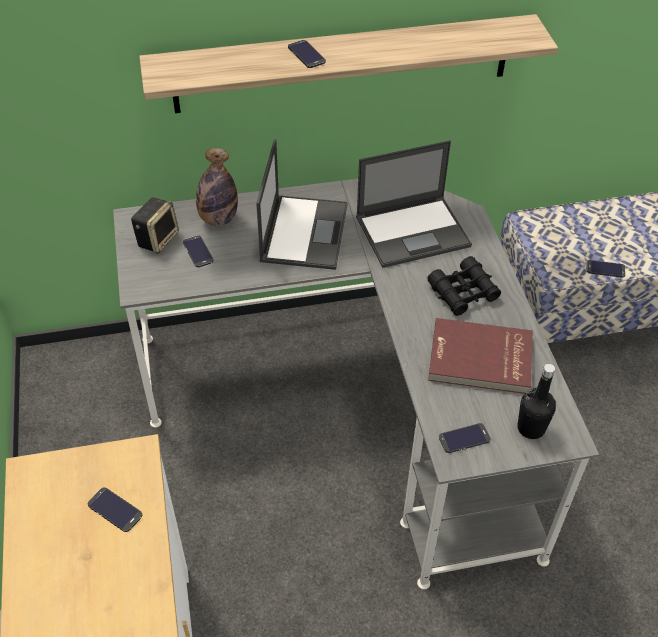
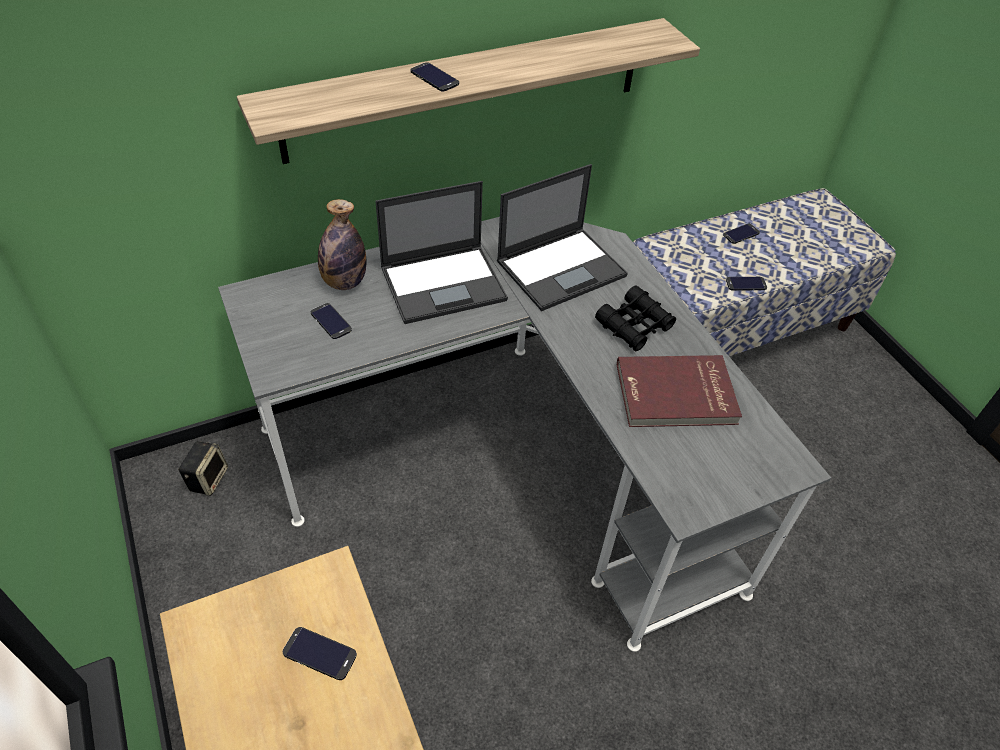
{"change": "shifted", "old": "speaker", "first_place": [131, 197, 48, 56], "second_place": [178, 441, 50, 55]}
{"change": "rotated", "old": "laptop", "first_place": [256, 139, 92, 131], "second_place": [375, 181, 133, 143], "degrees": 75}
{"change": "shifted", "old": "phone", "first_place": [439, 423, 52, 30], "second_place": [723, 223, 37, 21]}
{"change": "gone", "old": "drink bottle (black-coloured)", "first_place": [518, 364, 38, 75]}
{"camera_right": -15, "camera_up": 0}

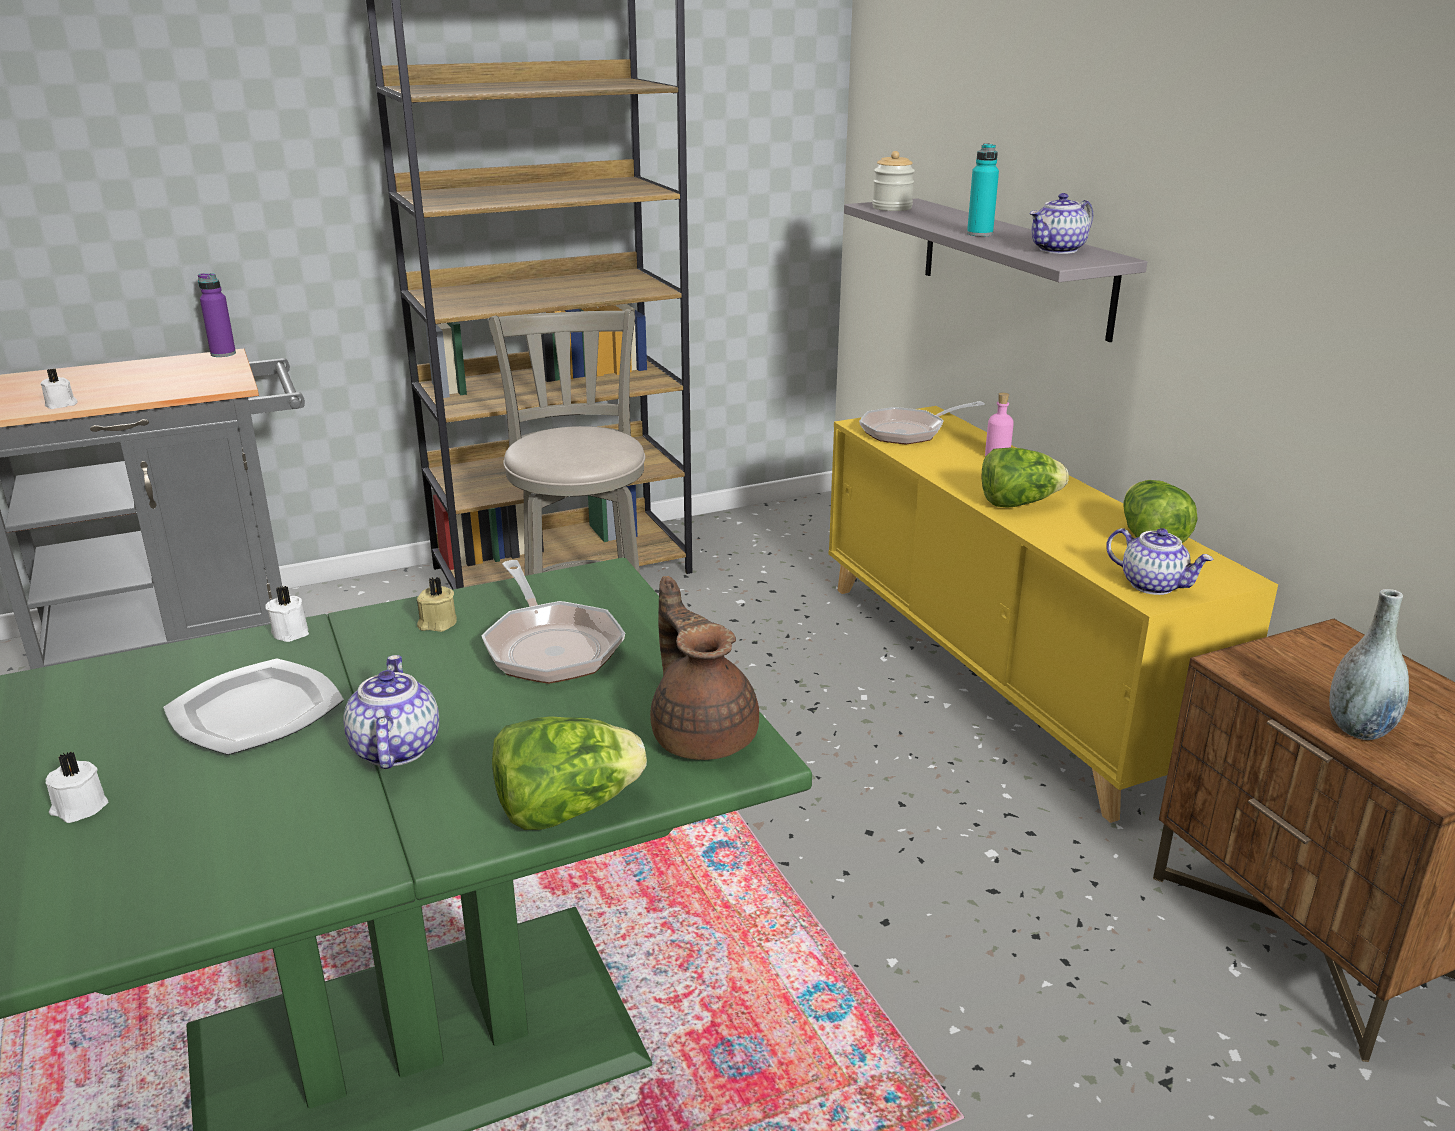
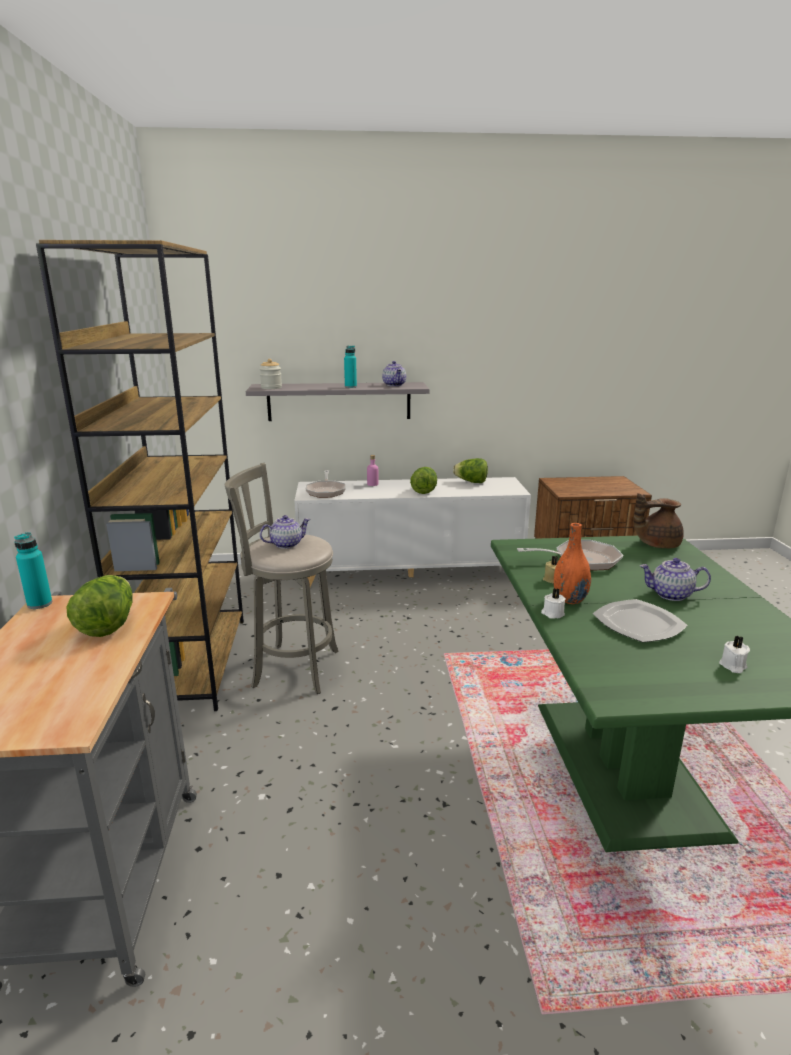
{"change": "gone", "old": "candle (whitish)", "first_place": [40, 368, 38, 41]}
{"change": "repainted", "old": "drink bottle (purple)", "new": "drink bottle (turquoise-coloured)", "first_place": [198, 273, 38, 84], "second_place": [14, 532, 38, 77]}
{"change": "shifted", "old": "lettuce head", "first_place": [492, 716, 155, 114], "second_place": [66, 575, 67, 62]}
{"change": "repainted", "old": "cupboard (yellow)", "new": "cupboard (whitish)", "first_place": [829, 406, 449, 417], "second_place": [294, 477, 237, 110]}
{"change": "shifted", "old": "tea pot", "first_place": [1106, 528, 107, 67], "second_place": [260, 515, 51, 34]}
{"change": "gone", "old": "vase (gray)", "first_place": [1329, 589, 80, 151]}
{"change": "new", "new": "vase (orangey)", "second_place": [554, 523, 37, 81]}
{"camera_right": -70, "camera_up": -5}

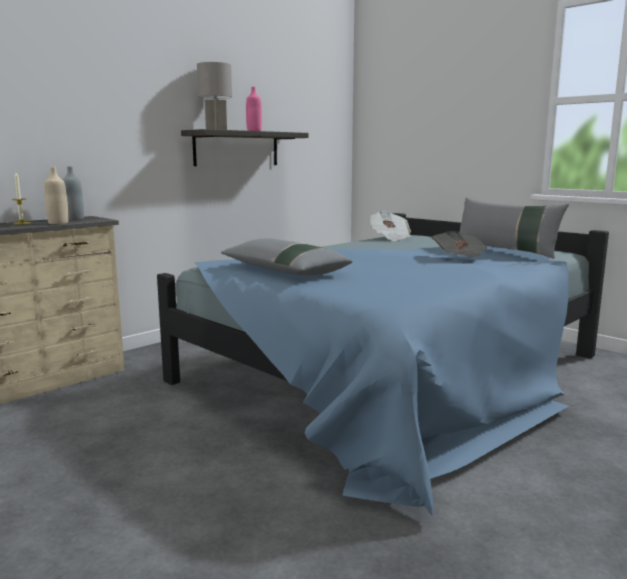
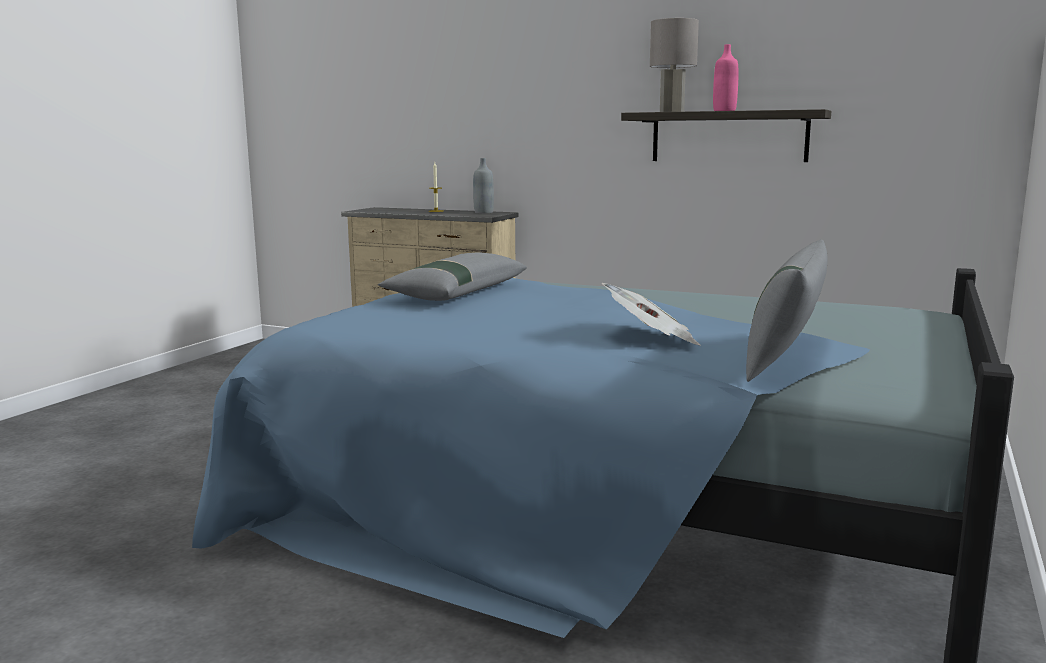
{"change": "gone", "old": "drink bottle (beige)", "first_place": [44, 167, 25, 57]}
{"change": "gone", "old": "daily paper", "first_place": [370, 211, 41, 30]}
{"camera_right": 70, "camera_up": 0}

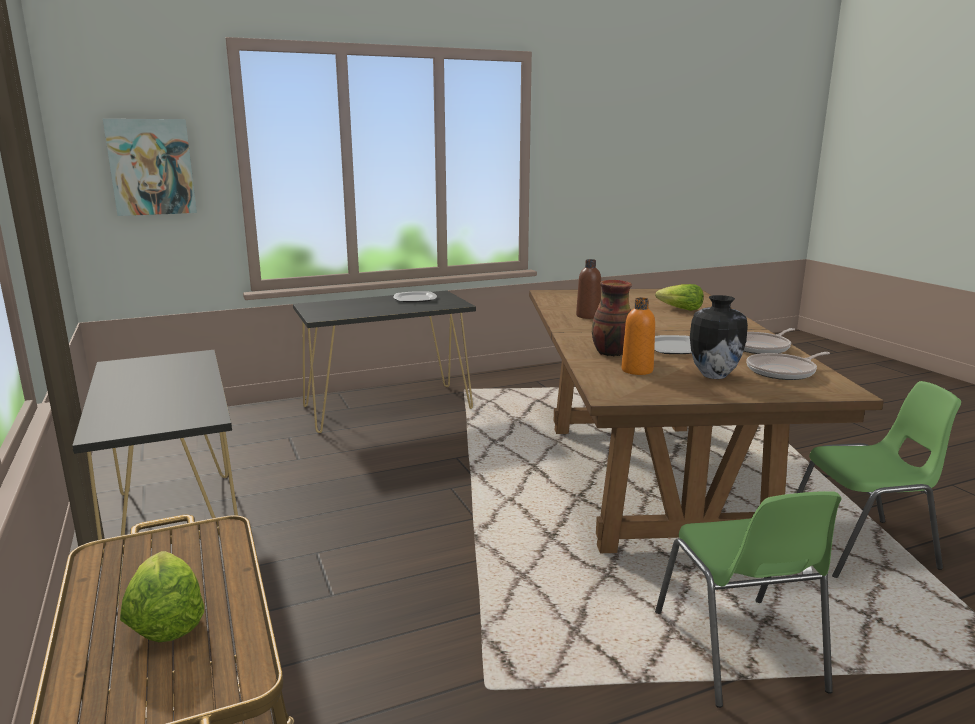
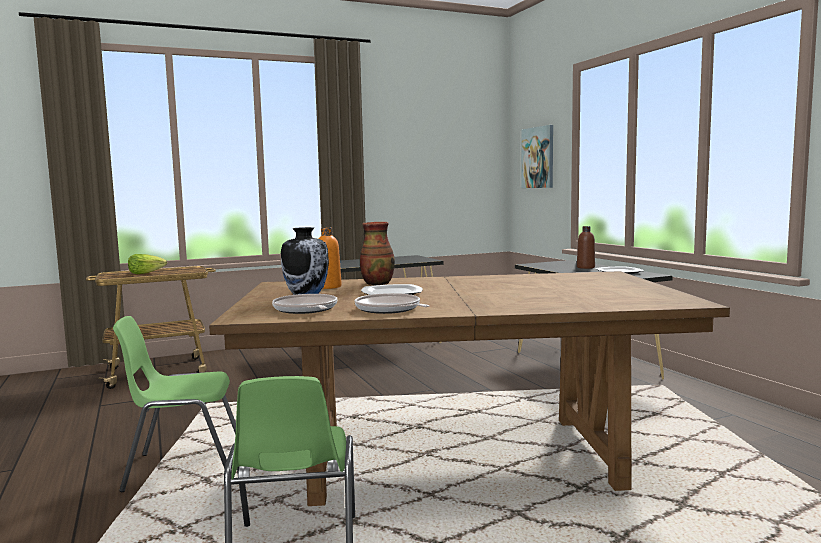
{"change": "shifted", "old": "drink bottle (brownish)", "first_place": [576, 259, 25, 60], "second_place": [577, 226, 18, 43]}
{"change": "gone", "old": "lettuce head", "first_place": [655, 284, 49, 27]}
{"camera_right": 90, "camera_up": -10}

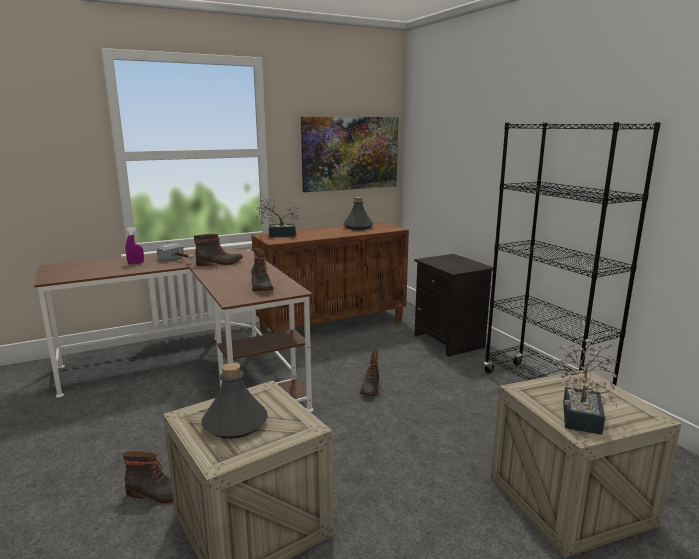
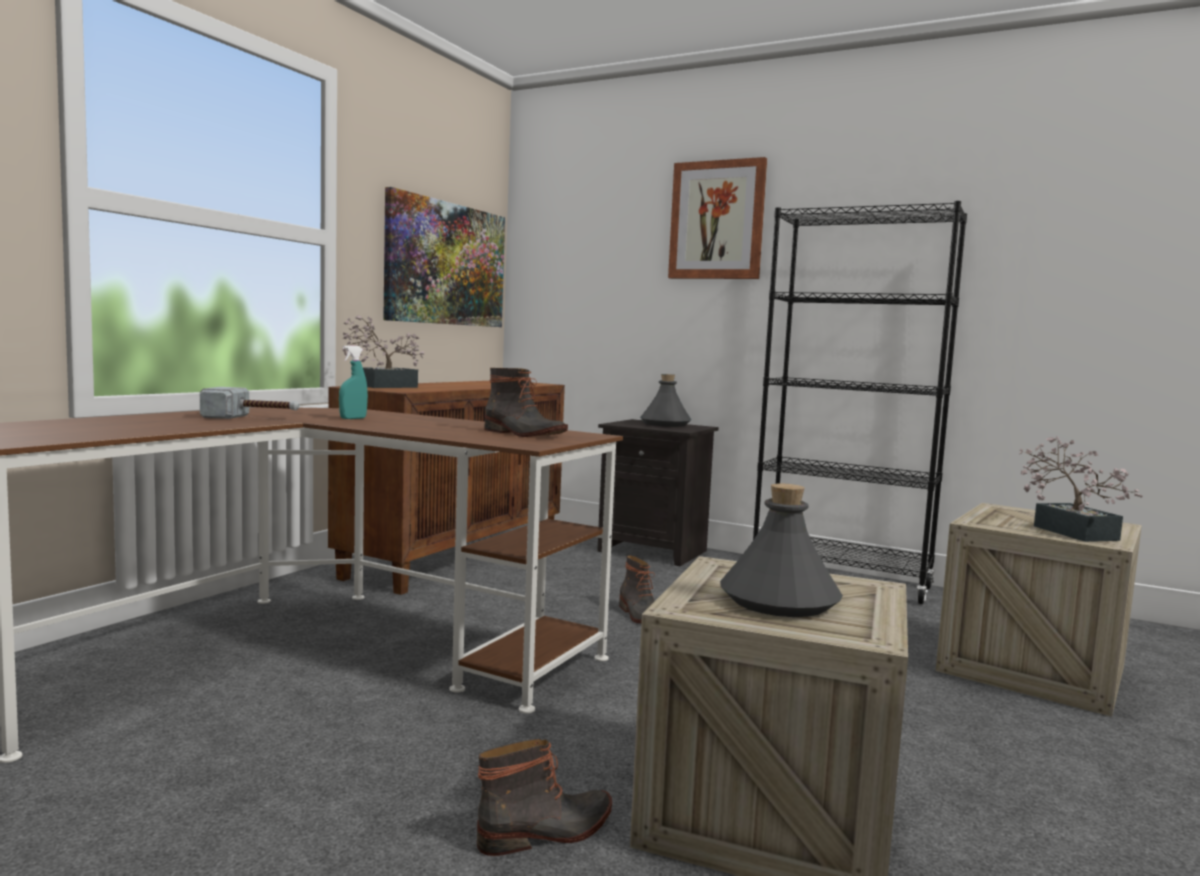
{"change": "gone", "old": "sprayer (purple)", "first_place": [126, 227, 18, 37]}
{"change": "swapped", "old": "tall boot", "new": "sprayer (turquoise-coloured)", "first_place": [194, 234, 49, 32], "second_place": [339, 345, 29, 74]}
{"change": "shifted", "old": "drink bottle (gray)", "first_place": [343, 197, 30, 33], "second_place": [640, 374, 51, 53]}
{"change": "new", "new": "picture", "second_place": [668, 157, 99, 122]}
{"camera_right": -35, "camera_up": -10}

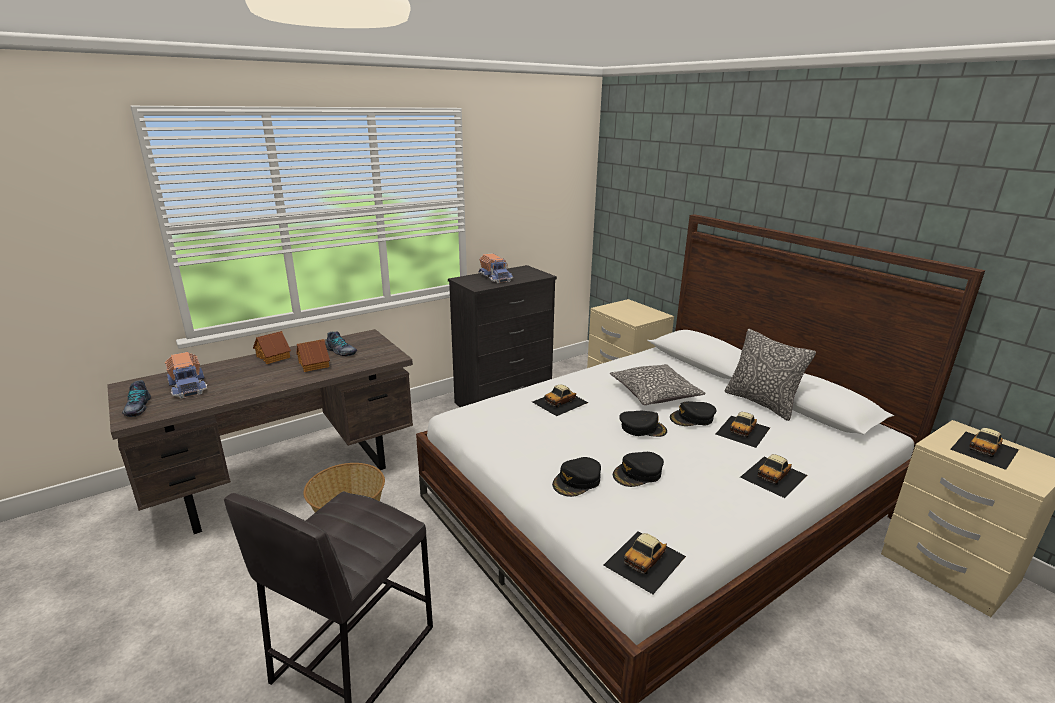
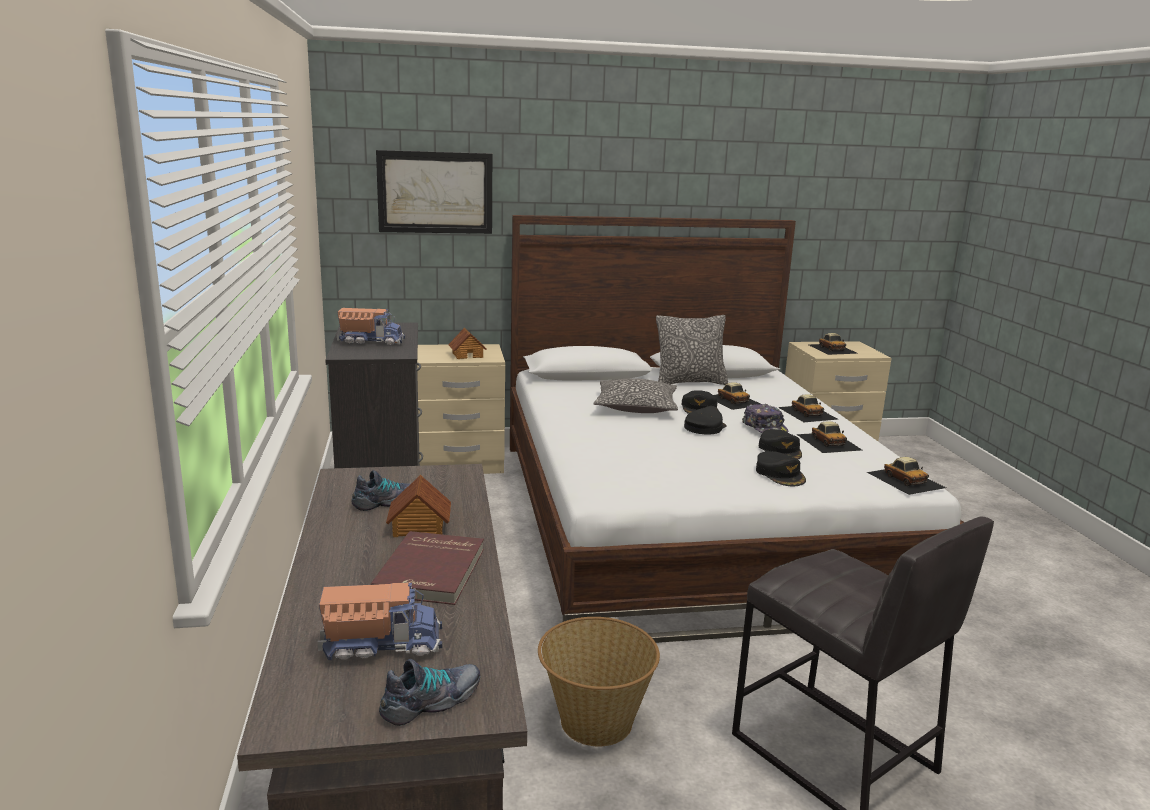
{"change": "rotated", "old": "shoe", "first_place": [122, 380, 29, 37], "second_place": [379, 659, 101, 67], "degrees": -45}
{"change": "shifted", "old": "model house", "first_place": [253, 331, 38, 33], "second_place": [448, 327, 38, 32]}
{"change": "shifted", "old": "toy car", "first_place": [532, 385, 57, 31], "second_place": [796, 421, 66, 32]}
{"change": "new", "new": "bound book (red-coloured)", "second_place": [370, 531, 114, 74]}
{"change": "new", "new": "picture", "second_place": [376, 150, 116, 84]}
{"change": "new", "new": "peaked cap", "second_place": [742, 404, 46, 29]}
{"camera_right": -65, "camera_up": -5}

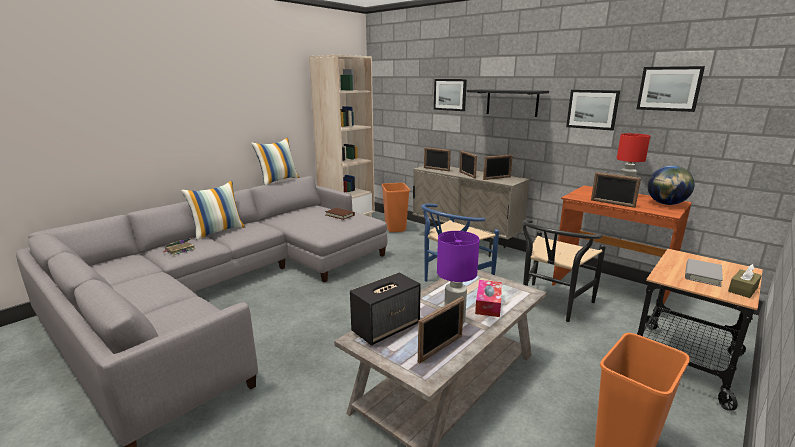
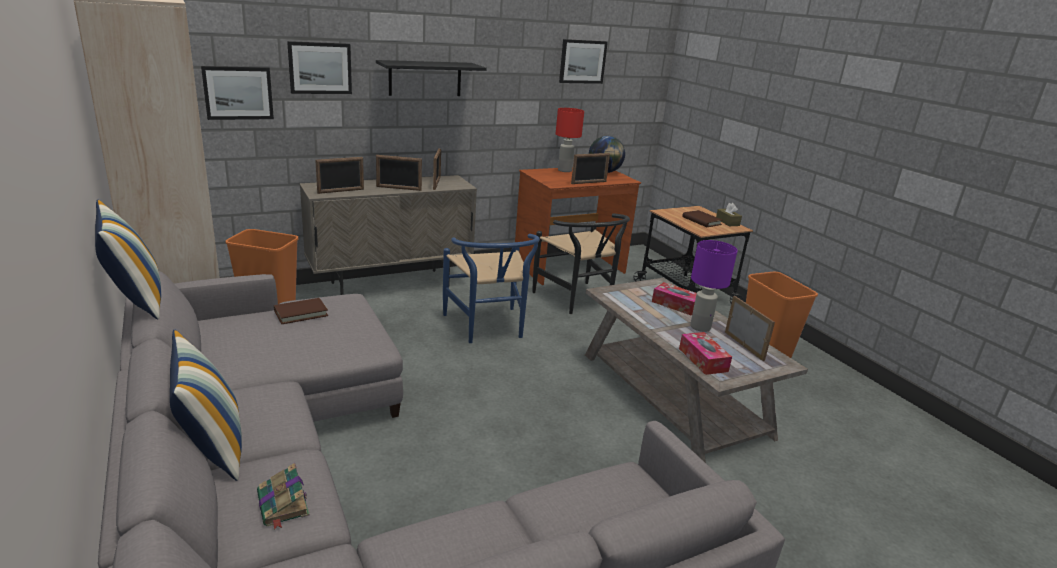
{"change": "swapped", "old": "speaker", "new": "box of tissues", "first_place": [350, 273, 71, 72], "second_place": [679, 332, 53, 43]}
{"change": "shifted", "old": "picture", "first_place": [566, 90, 54, 41], "second_place": [201, 66, 73, 54]}
{"change": "repainted", "old": "bound book (gray)", "new": "bound book (brownish)", "first_place": [685, 259, 38, 28], "second_place": [683, 210, 40, 17]}
{"camera_right": -70, "camera_up": 5}

